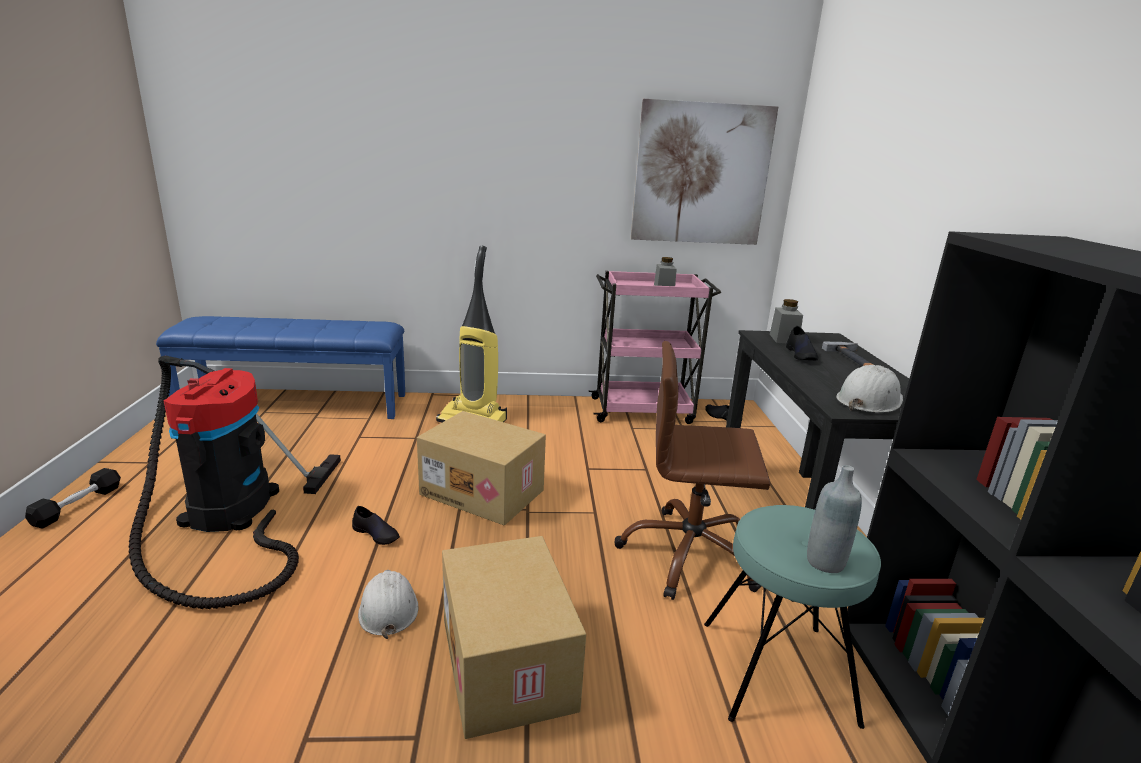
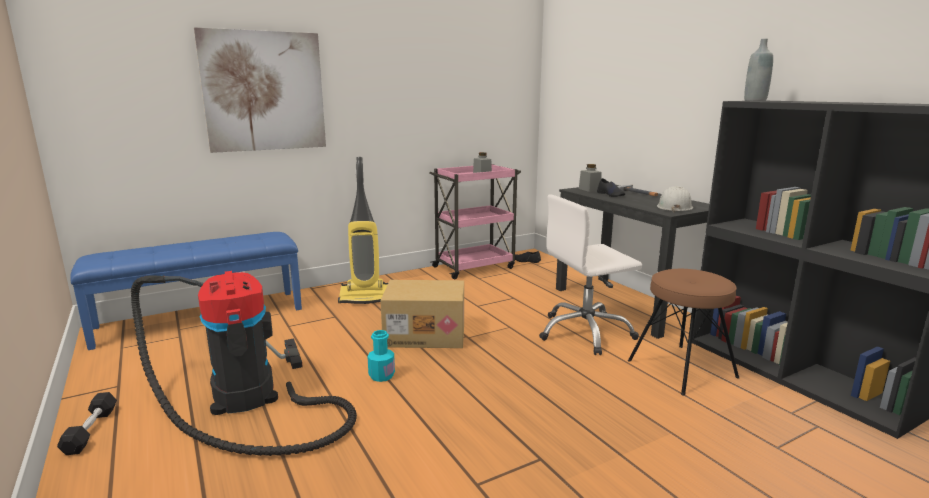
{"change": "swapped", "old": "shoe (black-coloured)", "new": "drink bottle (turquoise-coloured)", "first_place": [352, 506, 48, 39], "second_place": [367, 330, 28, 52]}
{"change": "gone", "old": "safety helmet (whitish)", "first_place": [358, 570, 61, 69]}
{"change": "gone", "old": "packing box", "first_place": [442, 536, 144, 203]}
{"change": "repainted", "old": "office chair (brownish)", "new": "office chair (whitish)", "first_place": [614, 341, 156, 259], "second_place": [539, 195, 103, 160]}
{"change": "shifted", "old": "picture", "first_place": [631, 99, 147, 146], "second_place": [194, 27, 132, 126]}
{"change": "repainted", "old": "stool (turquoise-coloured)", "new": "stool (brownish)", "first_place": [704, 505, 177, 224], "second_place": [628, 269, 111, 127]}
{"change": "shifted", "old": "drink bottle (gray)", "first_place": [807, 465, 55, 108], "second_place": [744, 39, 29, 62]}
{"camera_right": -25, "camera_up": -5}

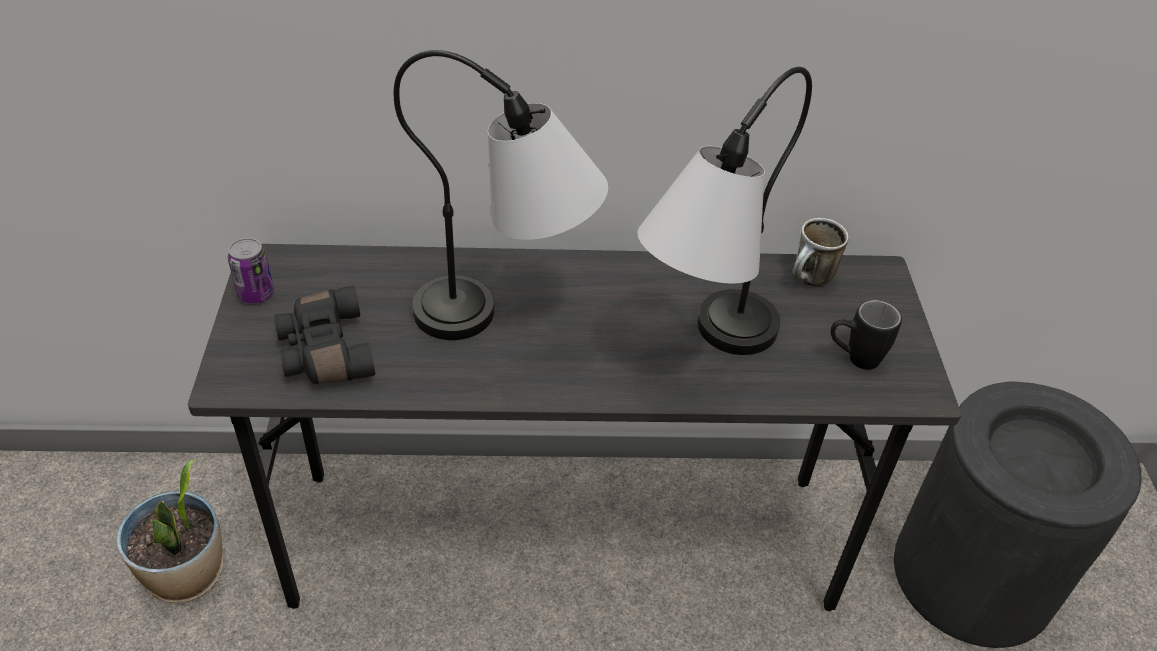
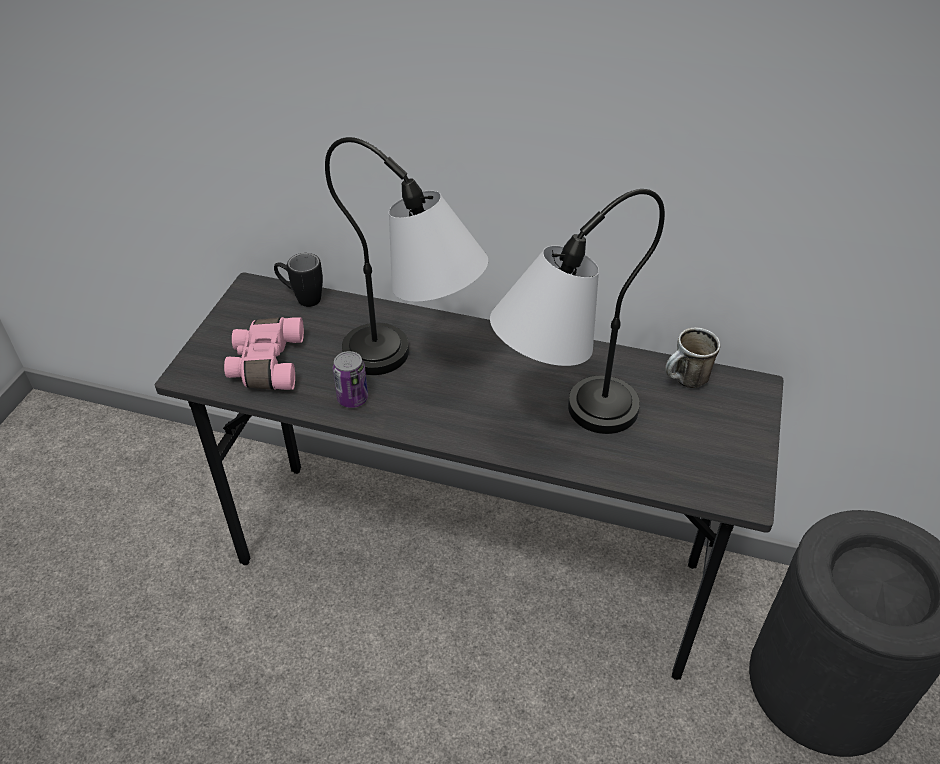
{"change": "gone", "old": "potted plant", "first_place": [116, 460, 107, 143]}
{"change": "shifted", "old": "sealed can", "first_place": [228, 238, 46, 66], "second_place": [333, 351, 35, 57]}
{"change": "repainted", "old": "binoculars (black-coloured)", "new": "binoculars (pink)", "first_place": [274, 286, 101, 98], "second_place": [224, 317, 80, 73]}
{"change": "shifted", "old": "tea mug (black-coloured)", "first_place": [831, 300, 71, 70], "second_place": [274, 253, 49, 54]}
{"camera_right": 20, "camera_up": 0}

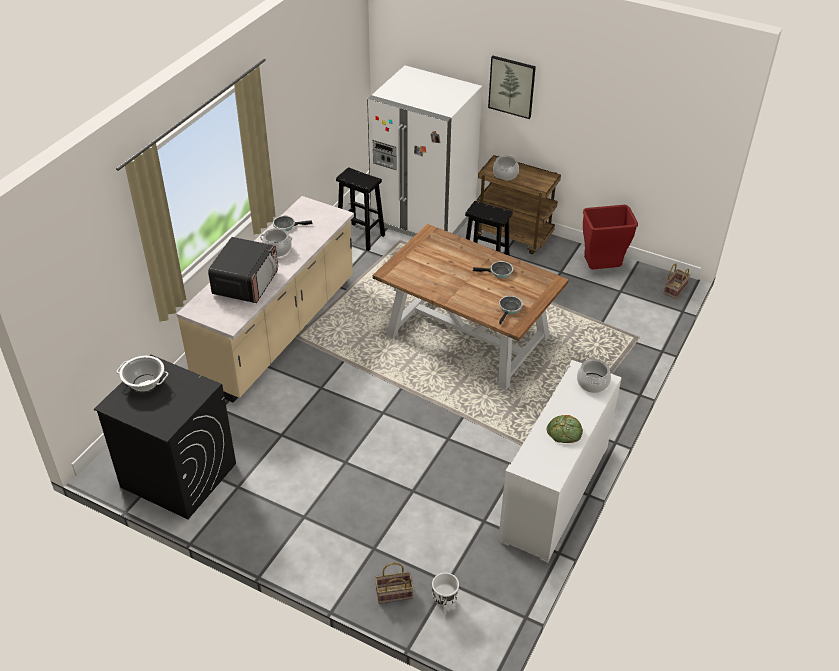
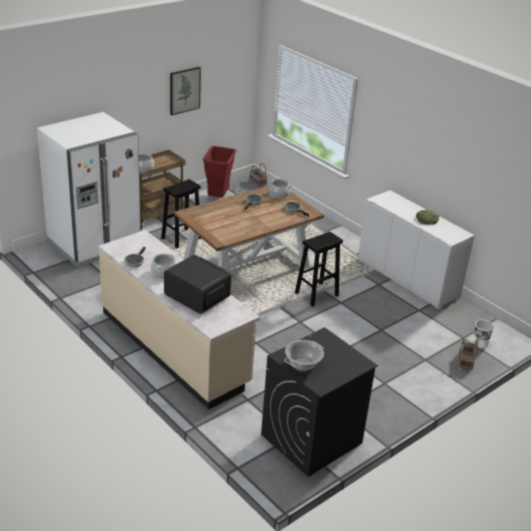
{"change": "shifted", "old": "stool (black-coloured)", "first_place": [336, 167, 49, 84], "second_place": [295, 232, 48, 75]}
{"change": "shifted", "old": "picture", "first_place": [488, 56, 48, 63], "second_place": [170, 67, 31, 48]}
{"change": "shifted", "old": "cooking pot", "first_place": [577, 358, 34, 35], "second_place": [268, 179, 24, 20]}
{"camera_right": -70, "camera_up": -10}

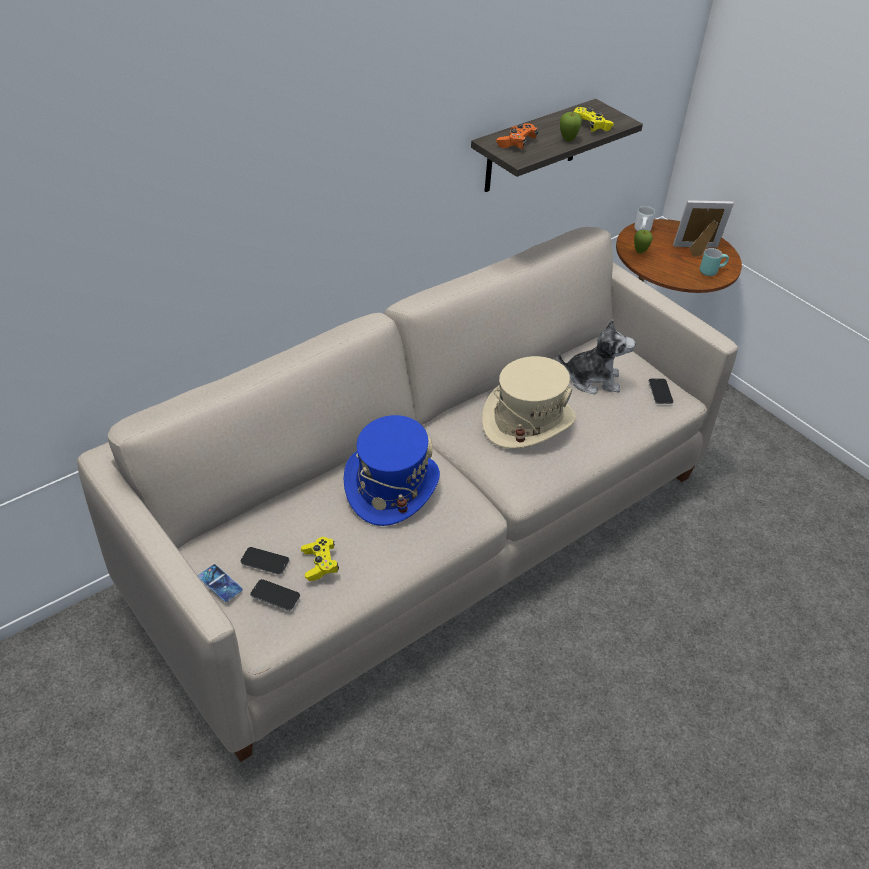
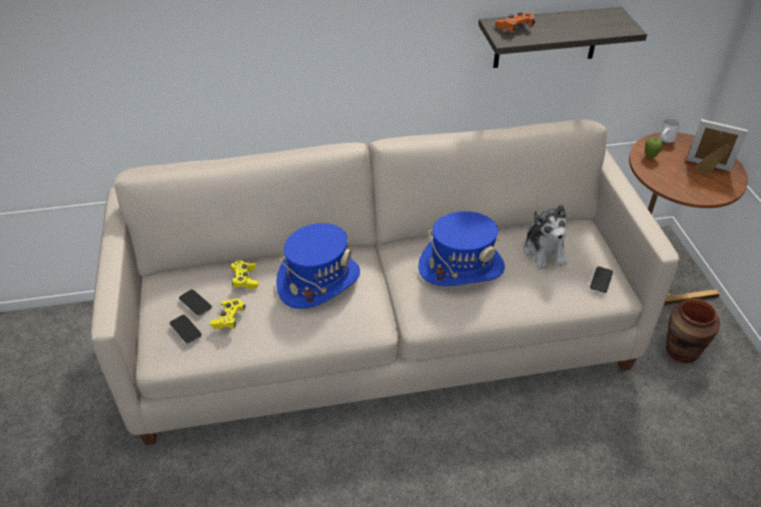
{"change": "gone", "old": "phone", "first_place": [198, 564, 45, 38]}
{"change": "repainted", "old": "hat (beige)", "new": "hat (blue)", "first_place": [482, 356, 94, 93], "second_place": [418, 211, 87, 75]}
{"change": "rotated", "old": "cuddly toy", "first_place": [558, 319, 77, 75], "second_place": [523, 205, 44, 65], "degrees": 45}
{"change": "gone", "old": "apple fruit", "first_place": [560, 112, 22, 30]}
{"change": "shifted", "old": "gamepad (yellow)", "first_place": [573, 107, 41, 25], "second_place": [230, 260, 29, 29]}
{"change": "gone", "old": "tea mug (turquoise-coloured)", "first_place": [700, 248, 29, 28]}
{"change": "new", "new": "vase (brownish)", "second_place": [666, 299, 54, 64]}
{"camera_right": 30, "camera_up": 0}

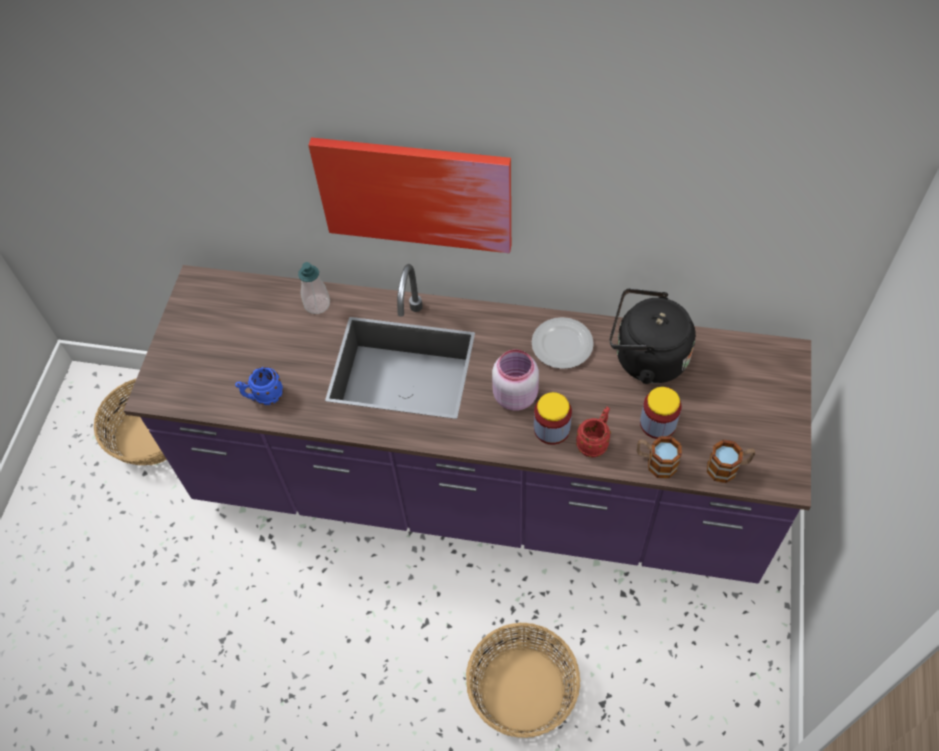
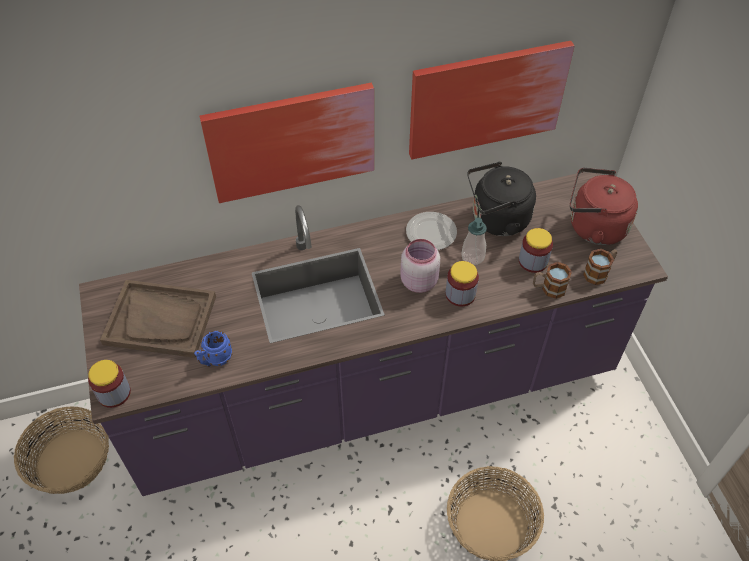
{"change": "shifted", "old": "soap bottle", "first_place": [298, 262, 32, 52], "second_place": [461, 218, 26, 47]}
{"change": "gone", "old": "tea mug (red-coloured)", "first_place": [576, 407, 35, 50]}
{"change": "new", "new": "storage jar", "second_place": [88, 360, 43, 48]}
{"change": "new", "new": "serving tray (brownish)", "second_place": [100, 280, 116, 78]}
{"change": "new", "new": "picture", "second_place": [409, 41, 165, 119]}
{"change": "new", "new": "water kettle (red-coloured)", "second_place": [570, 168, 68, 77]}
{"camera_right": -30, "camera_up": -5}

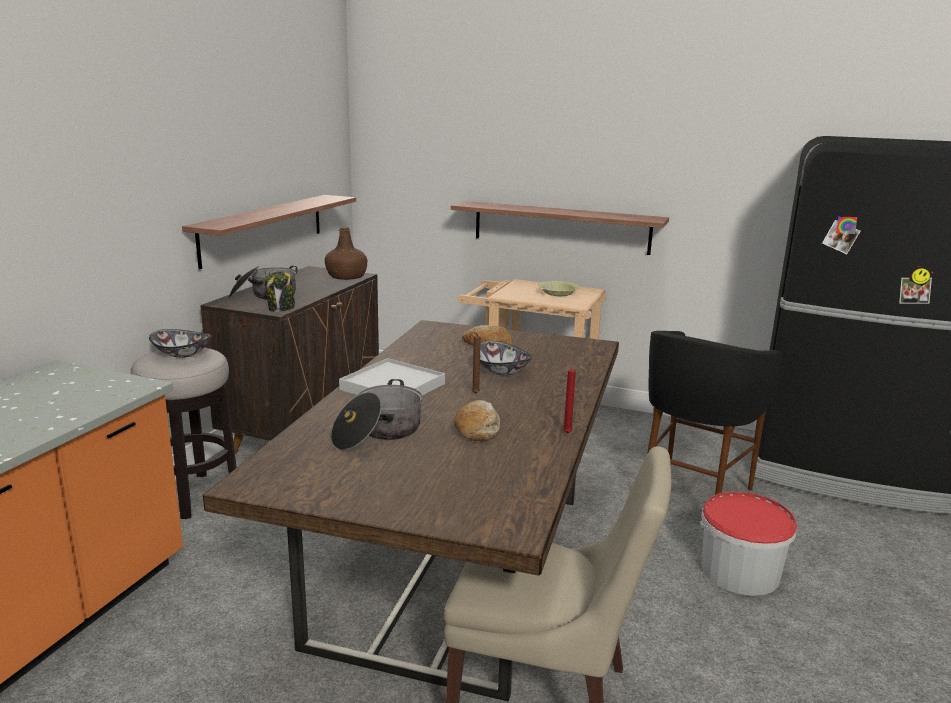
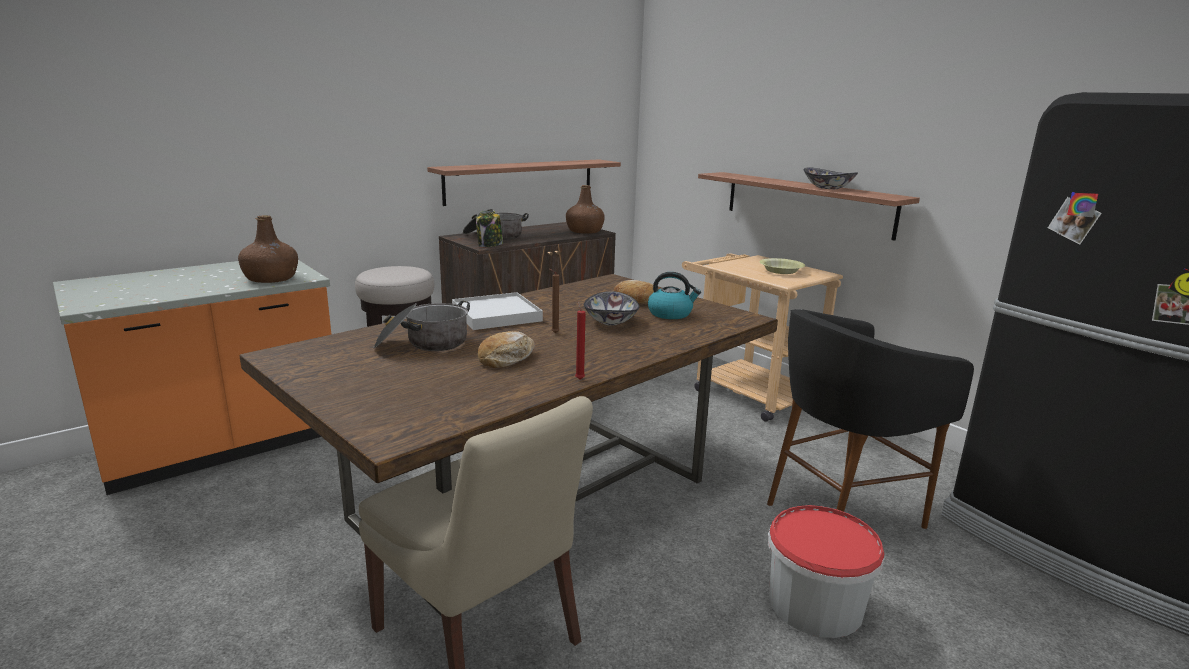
{"change": "shifted", "old": "serving bowl", "first_place": [149, 329, 63, 29], "second_place": [804, 167, 54, 22]}
{"change": "new", "new": "drink bottle (brownish)", "second_place": [238, 215, 60, 68]}
{"change": "new", "new": "water kettle", "second_place": [648, 272, 53, 47]}
{"camera_right": 30, "camera_up": 0}

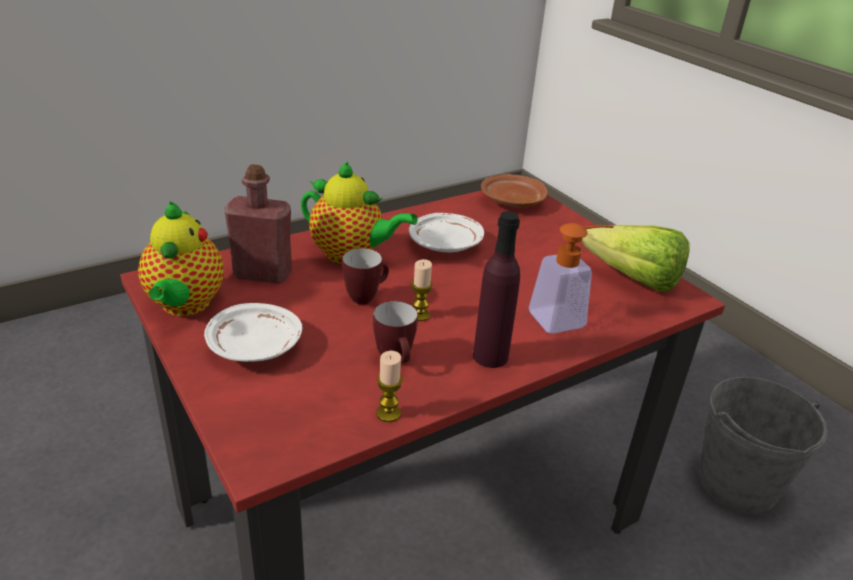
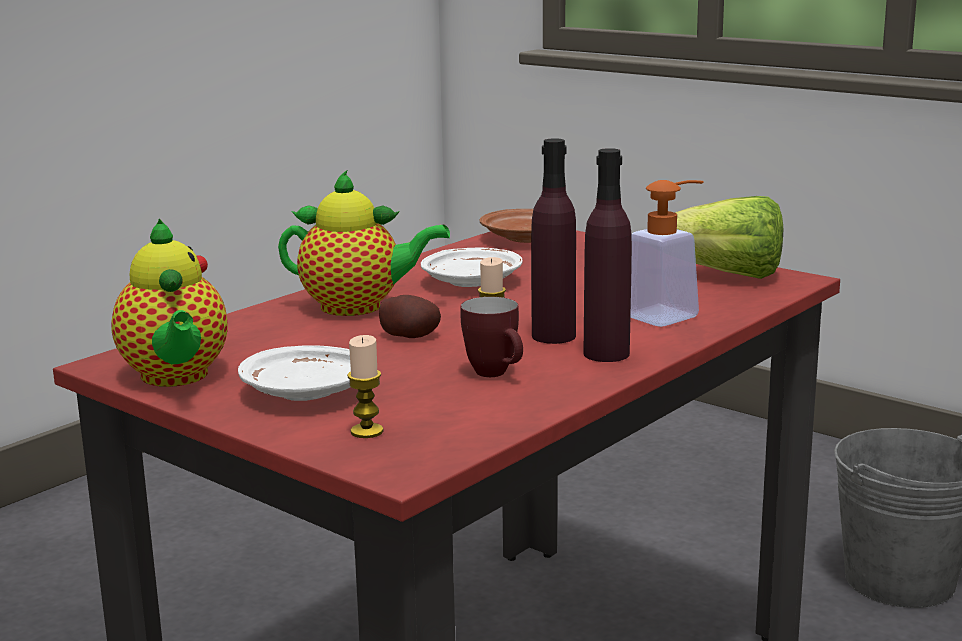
{"change": "gone", "old": "drink bottle (red-coloured)", "first_place": [225, 164, 67, 120]}
{"change": "swapped", "old": "tea mug", "new": "whole potato", "first_place": [342, 248, 47, 57], "second_place": [379, 295, 62, 43]}
{"change": "shifted", "old": "candle", "first_place": [376, 351, 27, 71], "second_place": [347, 335, 36, 103]}
{"change": "new", "new": "drink bottle (purple)", "second_place": [531, 138, 45, 206]}
{"camera_right": -15, "camera_up": -15}

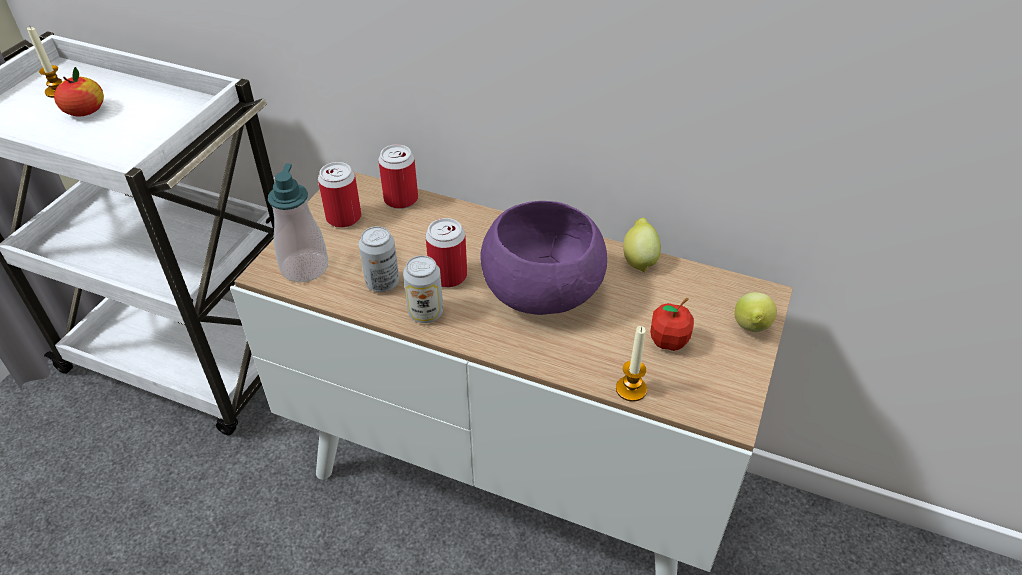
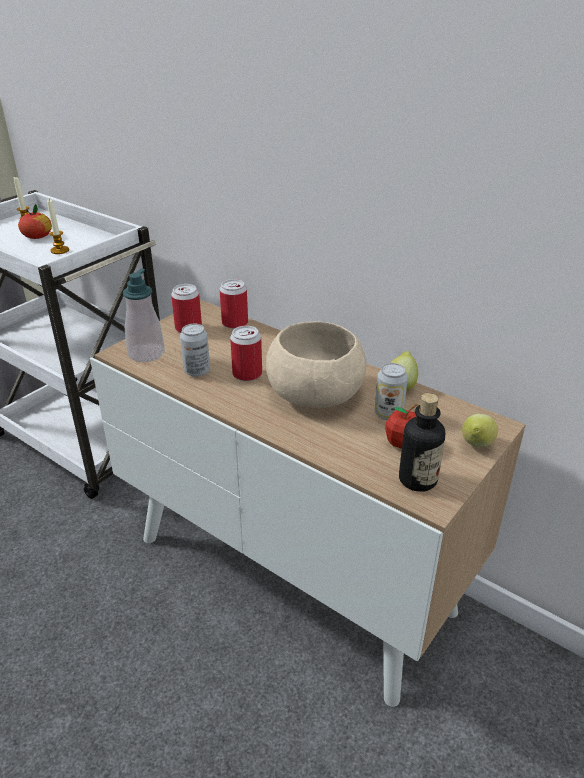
{"change": "shifted", "old": "sealed can", "first_place": [403, 255, 40, 68], "second_place": [375, 363, 33, 57]}
{"change": "repainted", "old": "serving bowl (purple)", "new": "serving bowl (beige)", "first_place": [480, 201, 127, 114], "second_place": [266, 321, 100, 87]}
{"change": "shifted", "old": "candle", "first_place": [616, 326, 31, 76], "second_place": [47, 199, 22, 55]}
{"change": "new", "new": "drink bottle", "second_place": [399, 393, 46, 99]}
{"camera_right": 15, "camera_up": -10}

